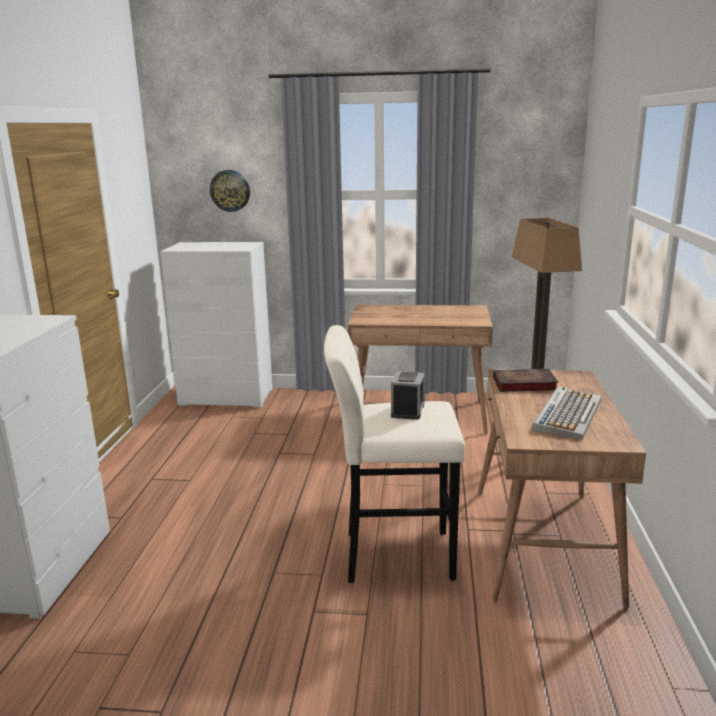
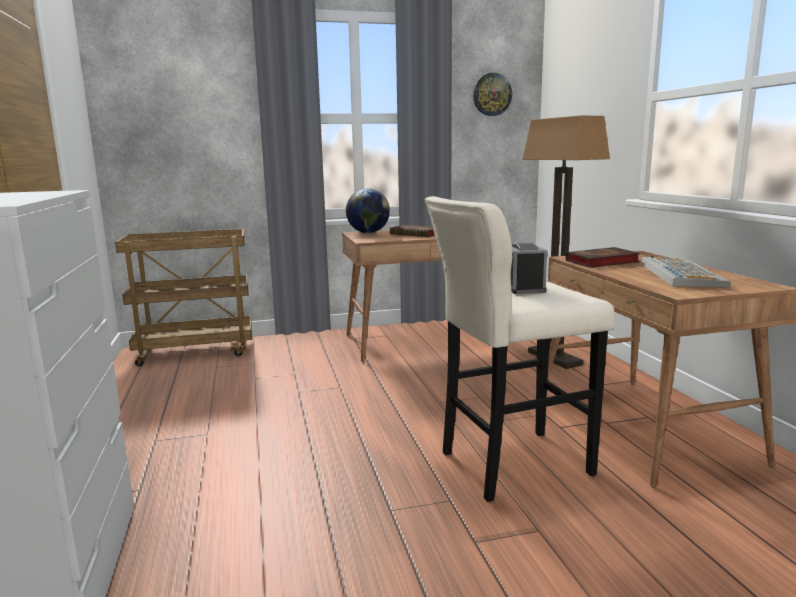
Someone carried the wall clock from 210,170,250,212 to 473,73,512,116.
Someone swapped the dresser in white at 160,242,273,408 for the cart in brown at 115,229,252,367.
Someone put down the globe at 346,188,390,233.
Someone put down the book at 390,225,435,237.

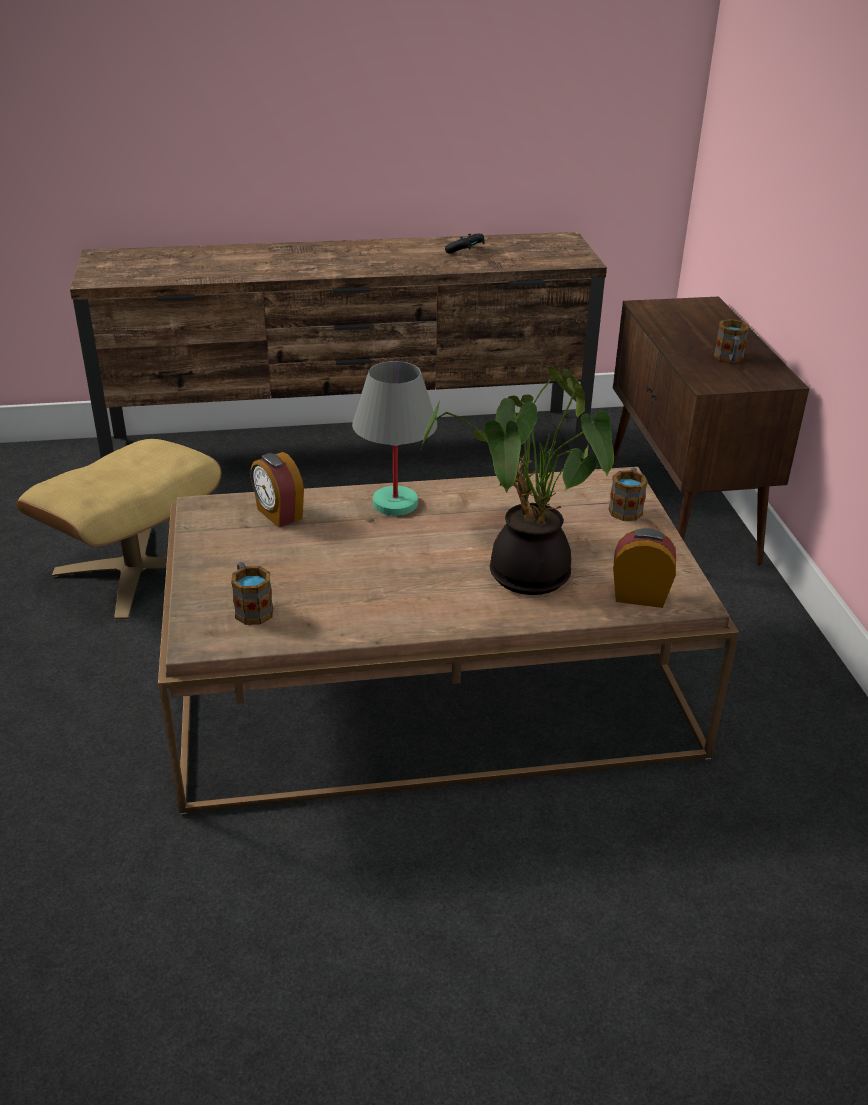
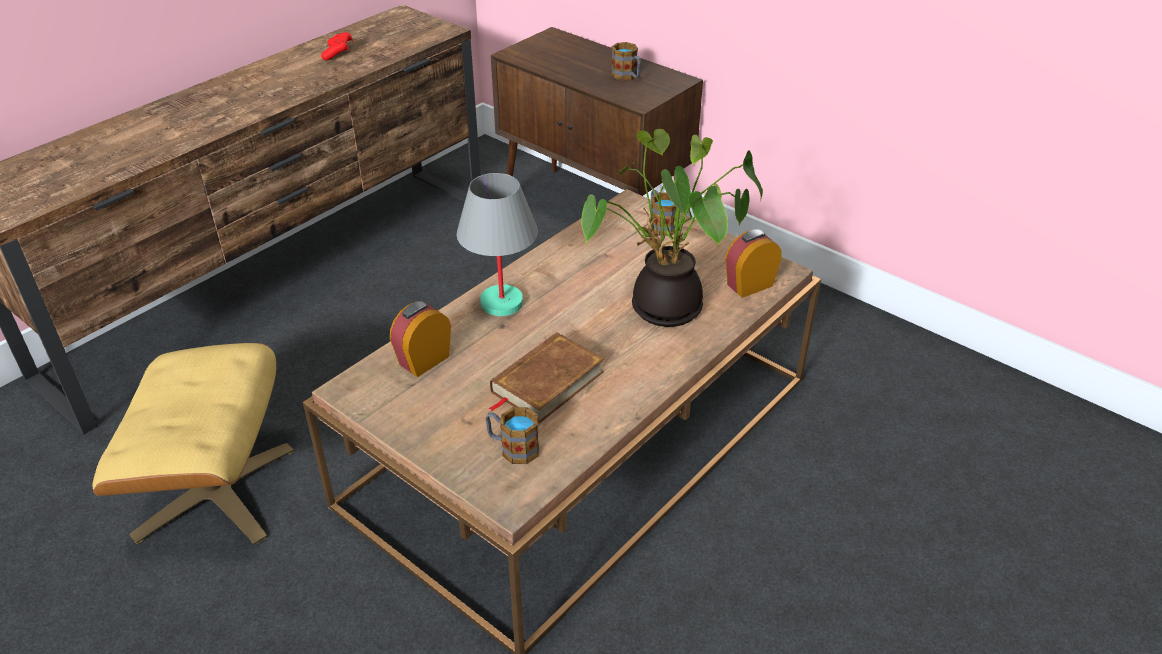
Someone repainted the game controller in black at 445,234,484,254, which became the game controller in red at 321,32,353,60.
Someone rotated the alarm clock at 251,452,304,528 by 120 degrees clockwise.
Someone put down the book in brown at 488,332,604,423.

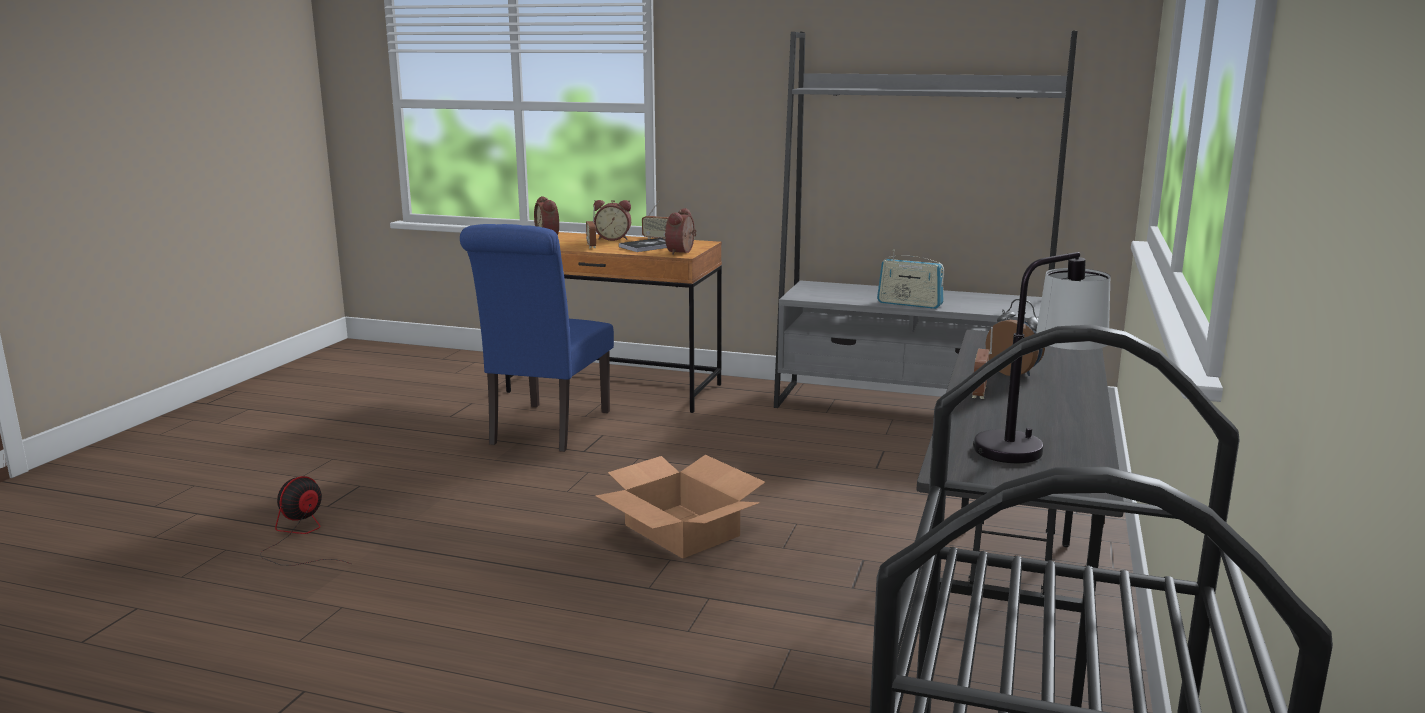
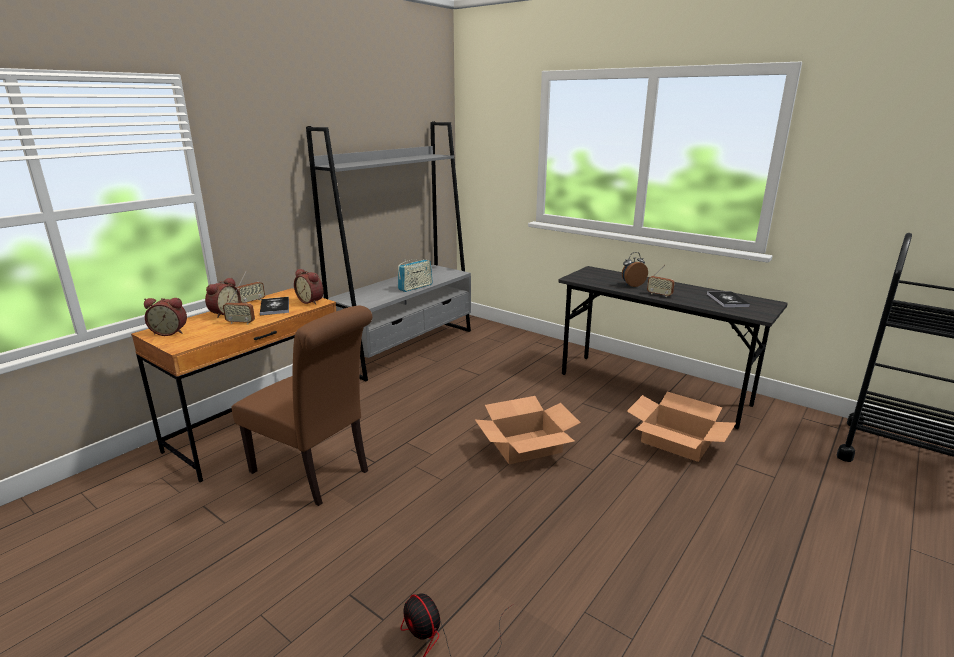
Someone repainted the chair in blue at 460,224,614,452, which became the chair in brown at 232,306,372,506.
Someone swapped the table lamp at 973,252,1110,463 for the book at 707,291,750,307.
Someone put down the cardboard box at 627,392,736,462.

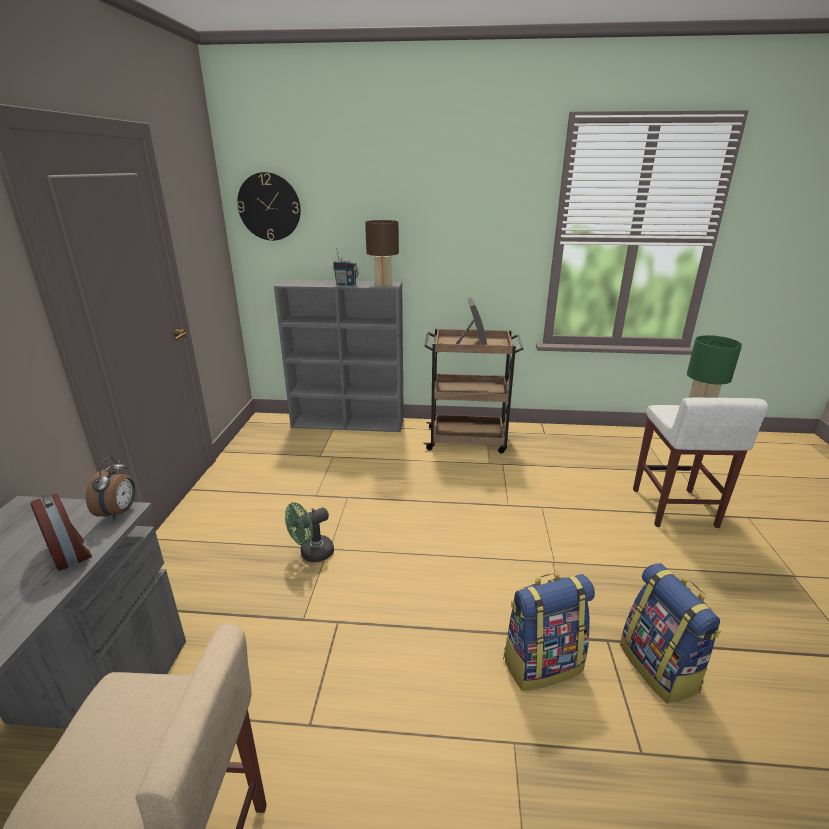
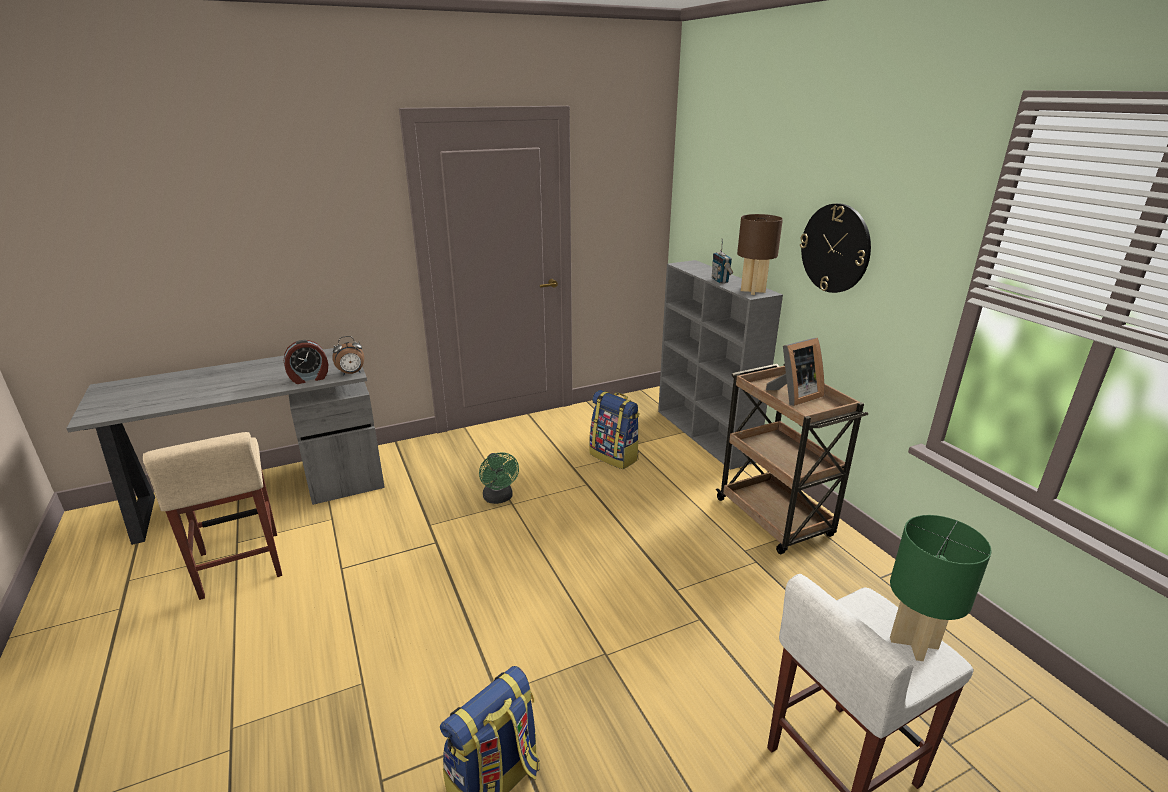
Someone carried the wall clock from 237,172,301,241 to 800,203,871,293.
Someone rotated the alarm clock at 31,494,92,571 by 45 degrees clockwise.
Someone rotated the fan in green at 285,502,334,562 by 135 degrees counterclockwise.
Someone carried the backpack from 503,573,595,691 to 589,390,640,469.

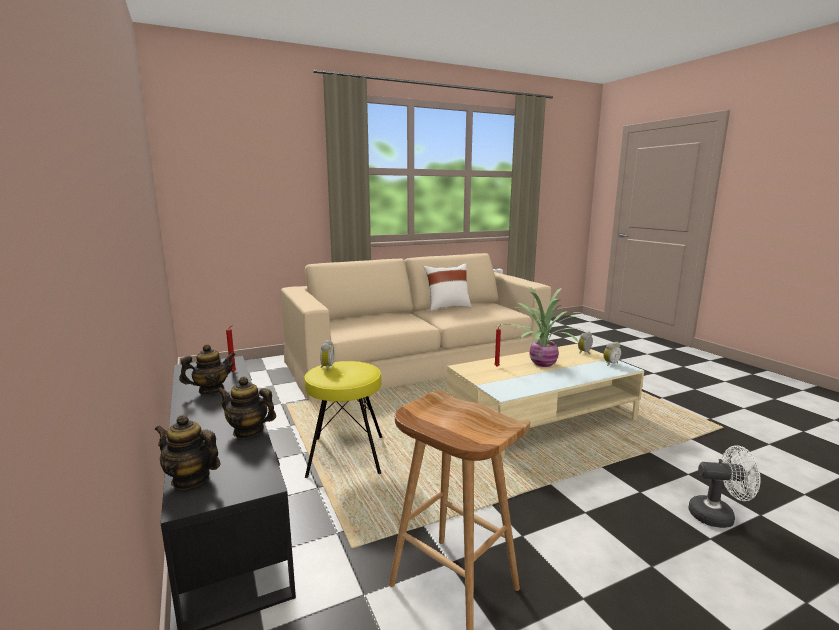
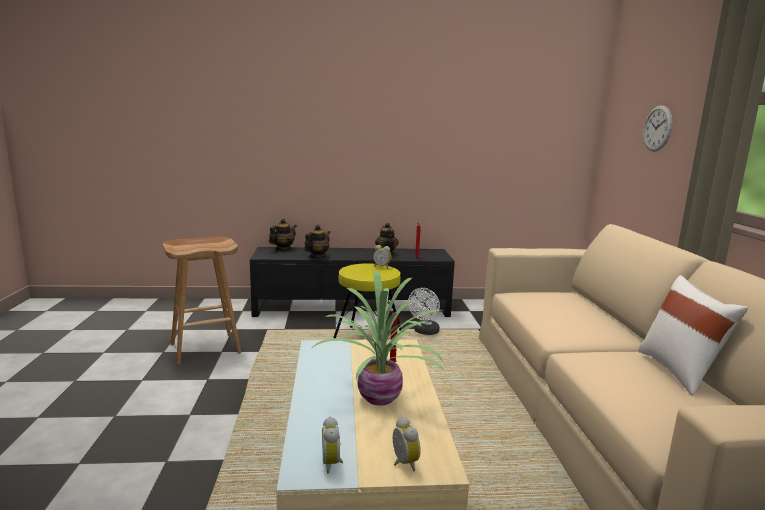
Someone carried the fan in white from 688,445,760,528 to 408,288,440,335.
Someone put up the wall clock at 643,105,673,152.

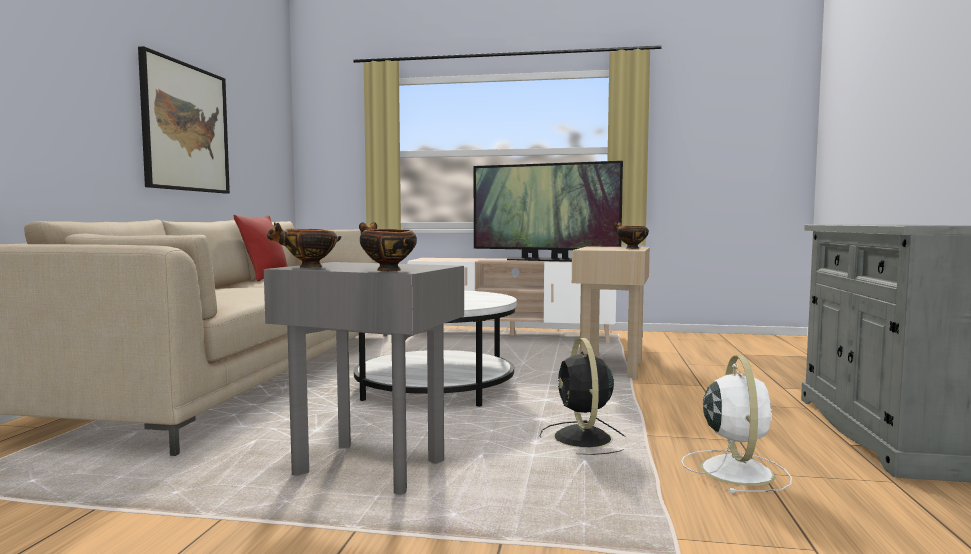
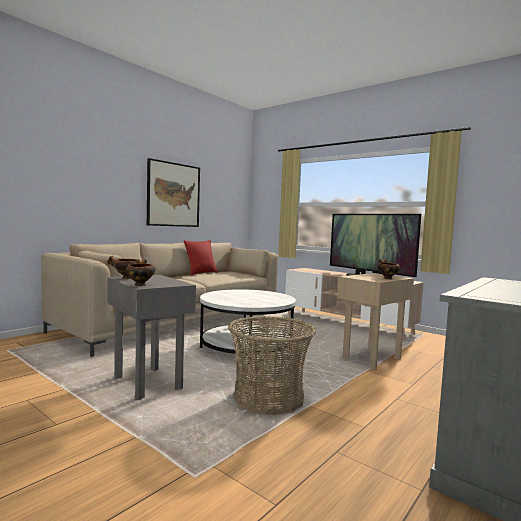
Someone swapped the fan in black at 540,338,626,455 for the basket at 228,316,316,415.
Someone took away the fan in white at 681,356,792,493.

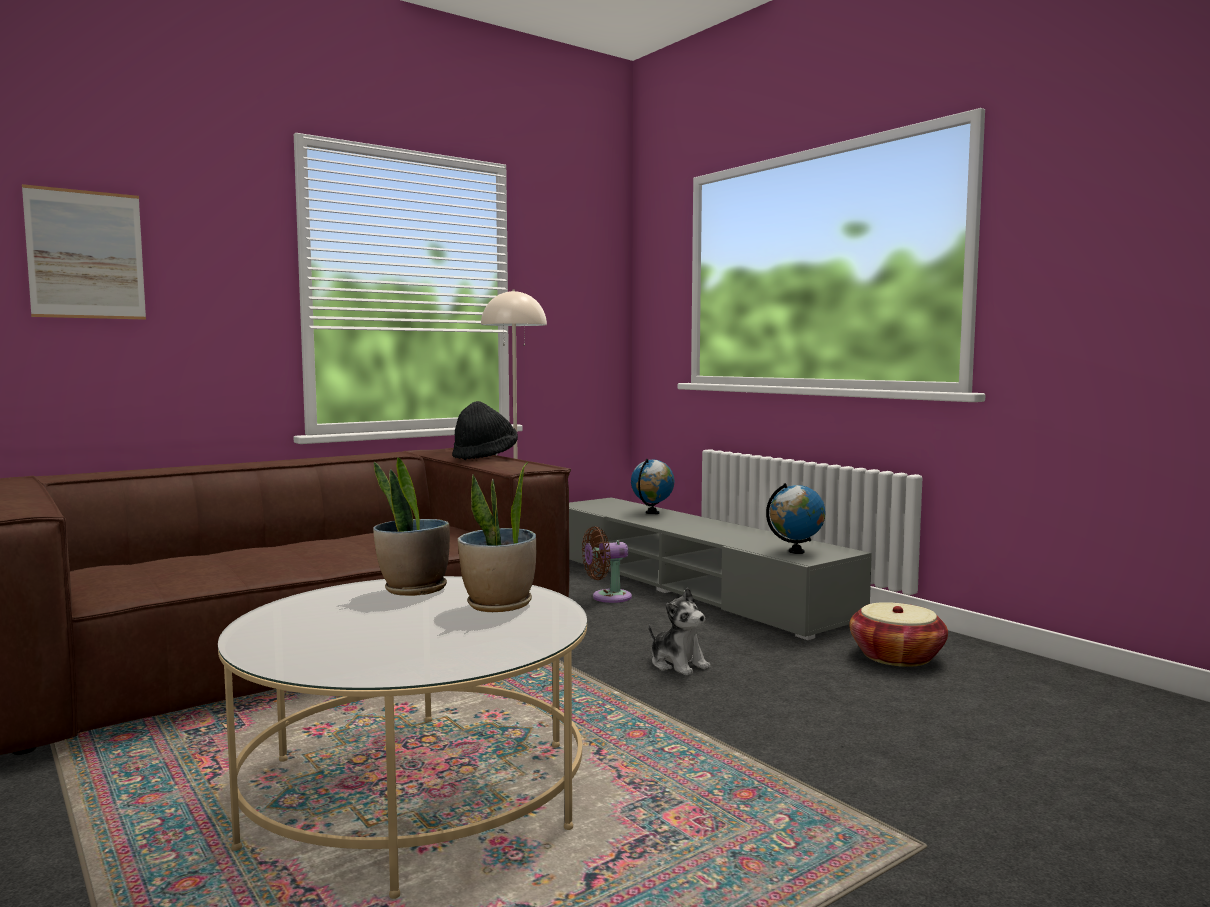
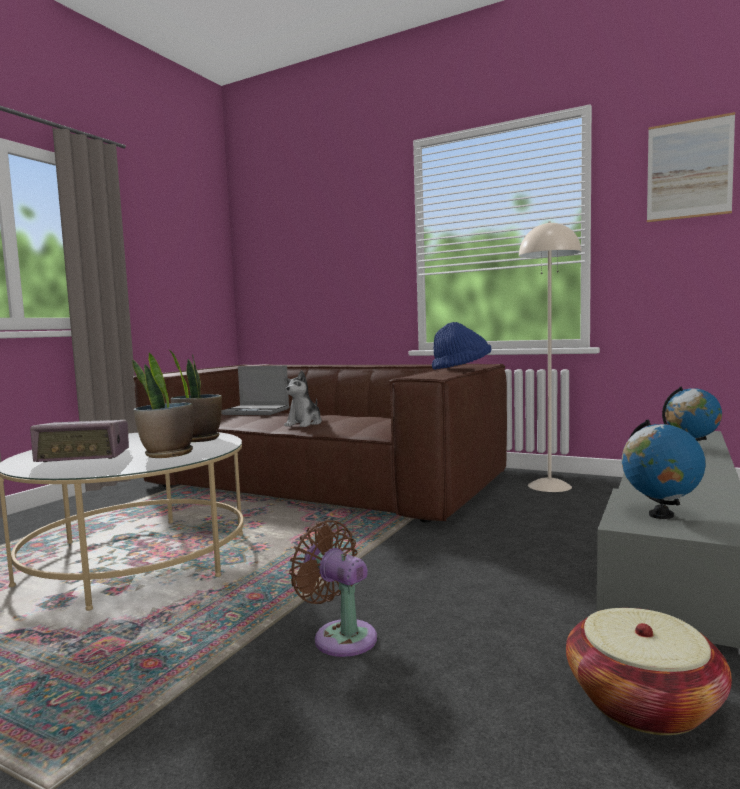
Someone carried the picture from 22,184,146,320 to 647,112,735,222.
Someone repainted the hat in black at 452,401,518,460, which became the hat in blue at 432,322,491,370.
Someone carried the fan in brown from 582,527,632,603 to 289,520,377,657.
Someone carried the plush toy from 649,588,710,676 to 284,370,322,427.
Someone put down the laptop at 221,365,289,415.
Someone put down the radio at 30,420,129,462.

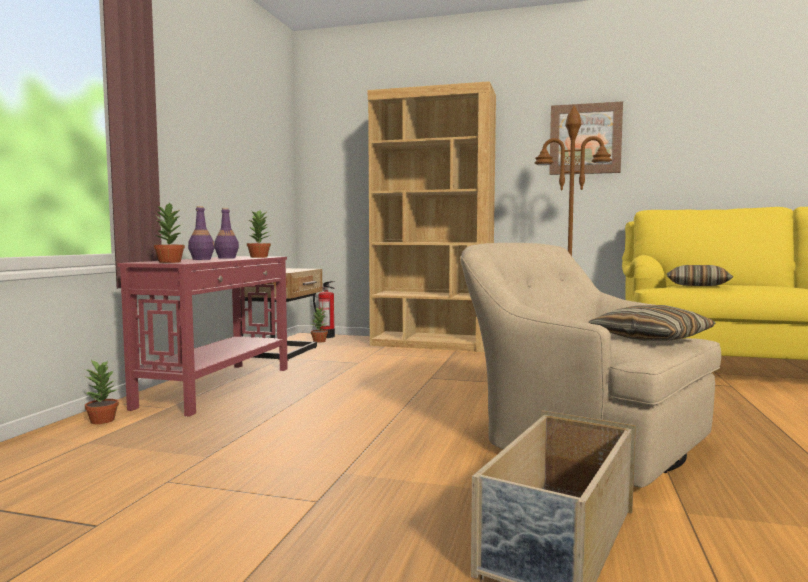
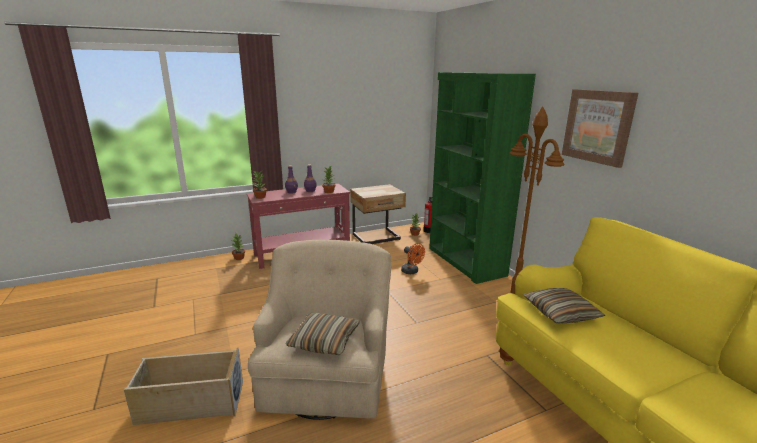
Someone repainted the bookcase in brown at 368,81,496,352, which became the bookcase in green at 429,72,536,284.
Someone put down the fan in orange at 401,243,425,274.

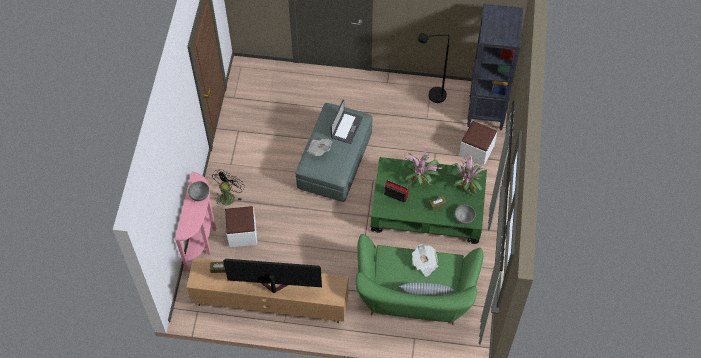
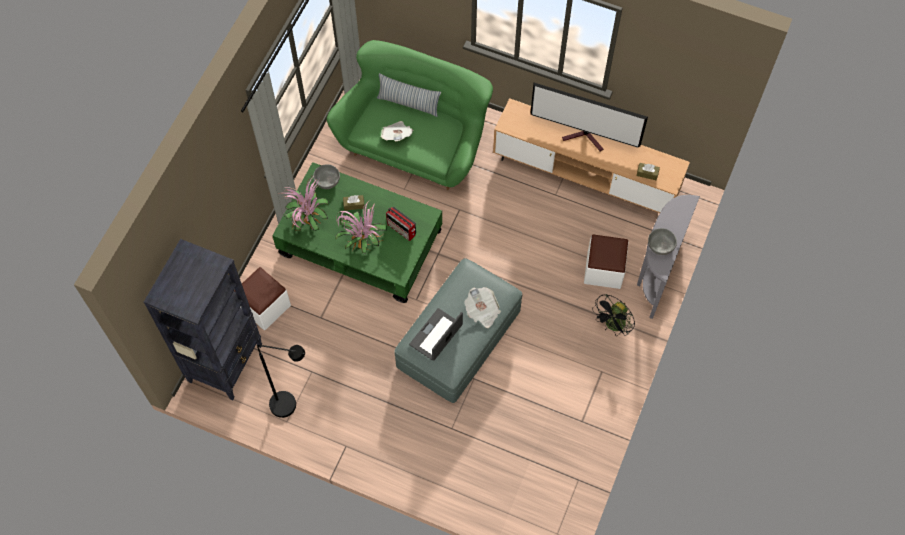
Someone repainted the console table in pink at 175,171,216,271, which became the console table in grey at 637,195,700,319.

